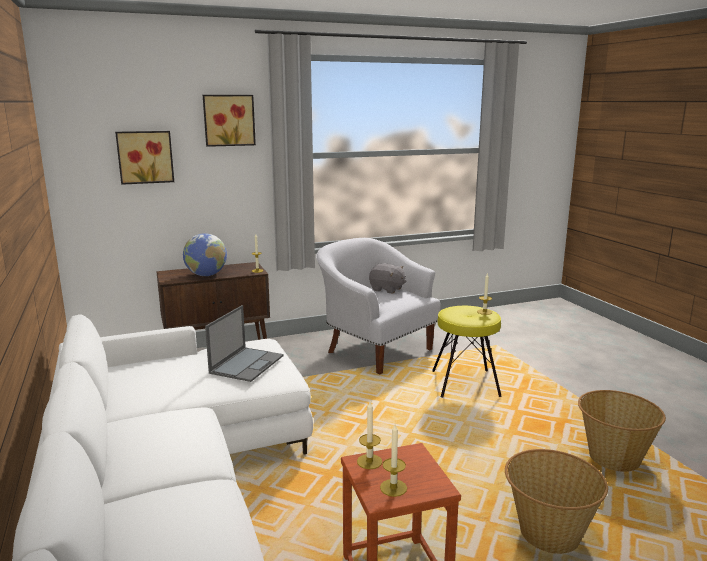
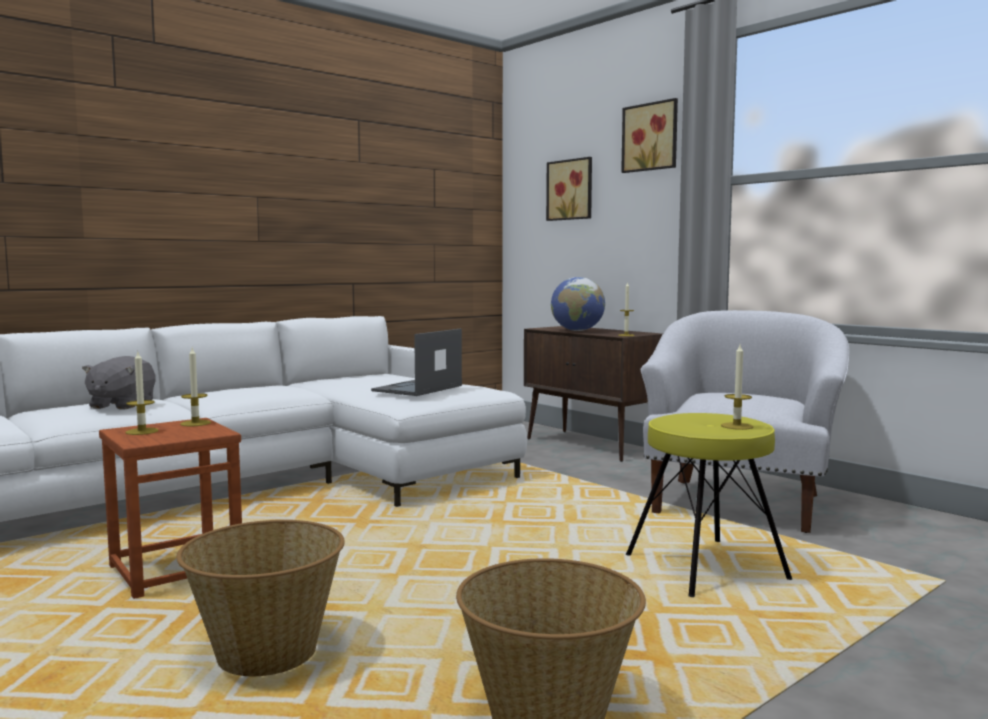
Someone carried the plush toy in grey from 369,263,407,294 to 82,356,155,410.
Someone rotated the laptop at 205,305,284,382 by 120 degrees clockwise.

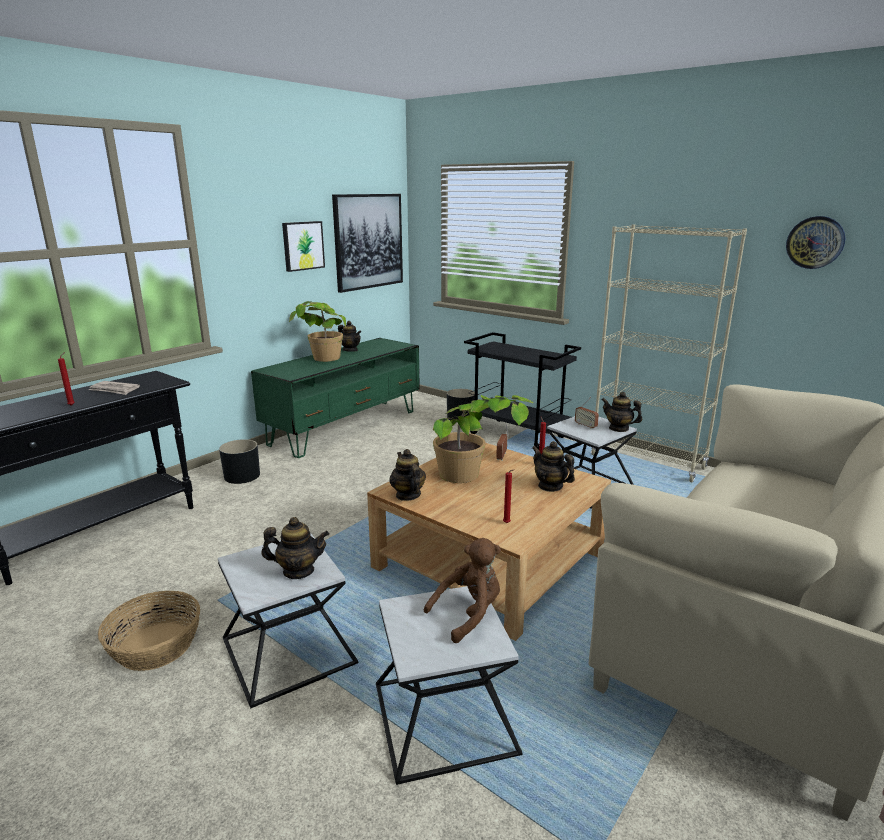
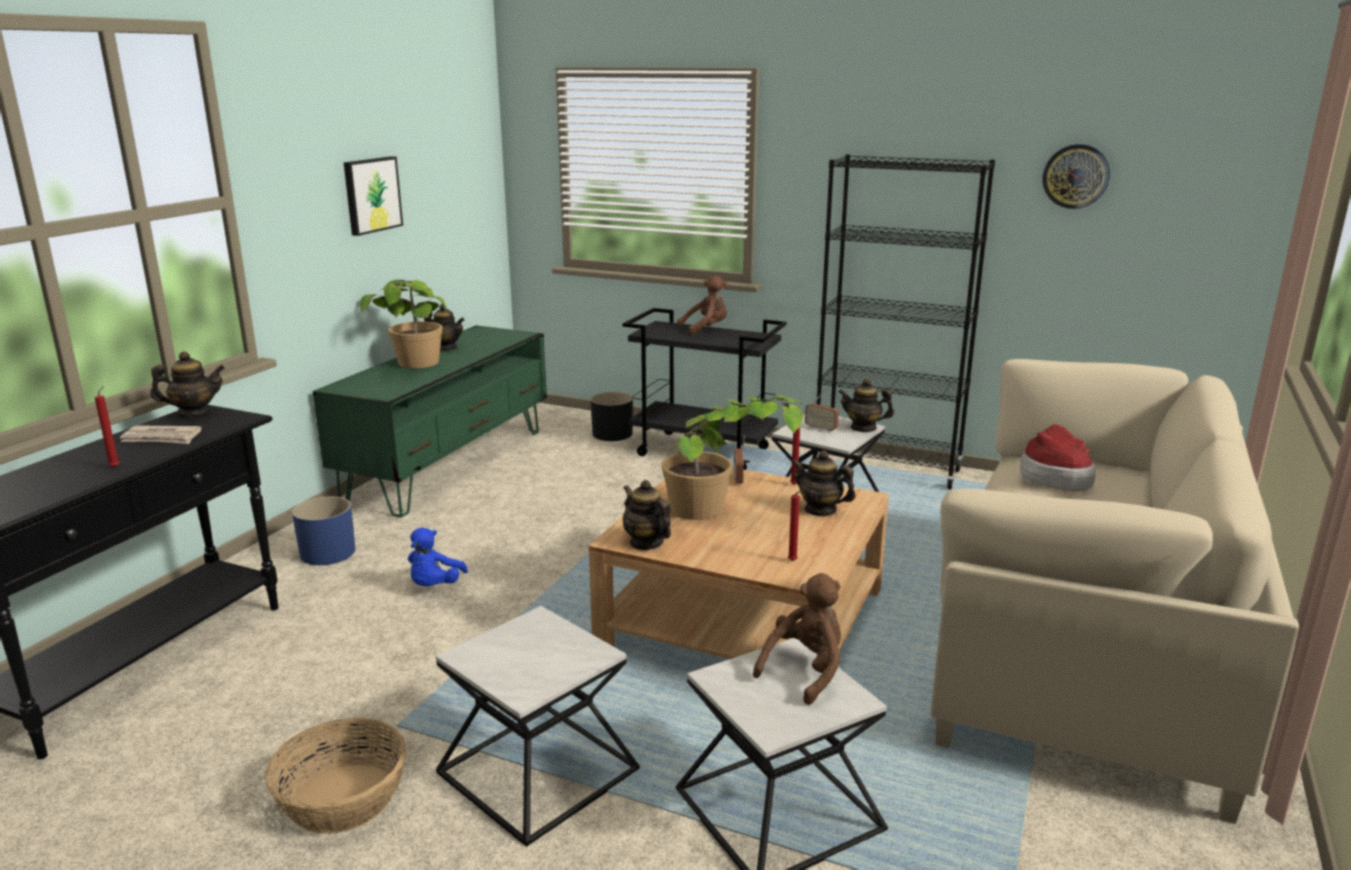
Someone took away the picture at 332,194,403,293.
Someone repainted the bookcase in beige at 590,224,747,482, which became the bookcase in black at 812,154,995,490.
Someone repainted the planter in black at 219,439,260,484, which became the planter in blue at 292,496,355,565.
Someone carried the teapot from 261,517,329,579 to 150,351,225,417.
Someone put down the plush toy in brown at 677,276,728,336.
Someone put down the hat at 1020,424,1096,491.
Someone put down the plush toy in blue at 408,527,468,586.

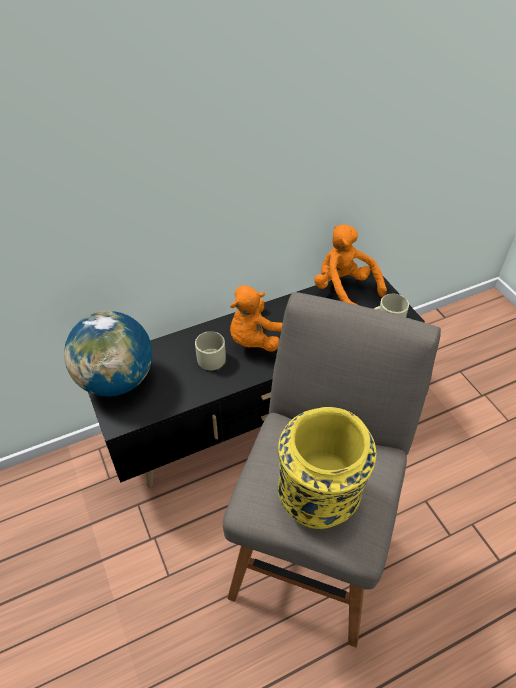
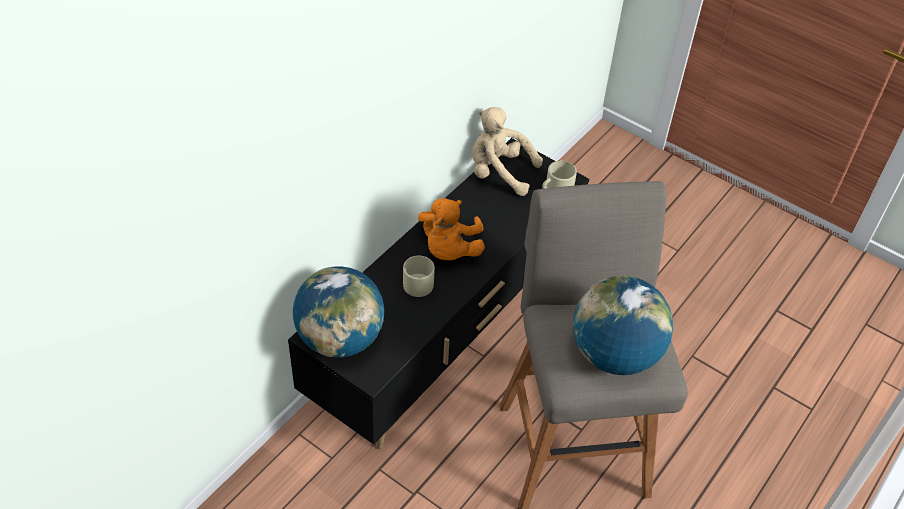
Someone repainted the plush toy in orange at 314,225,387,305, which became the plush toy in beige at 472,107,543,196.
Someone swapped the vase in yellow at 278,407,376,529 for the globe at 573,276,673,375.

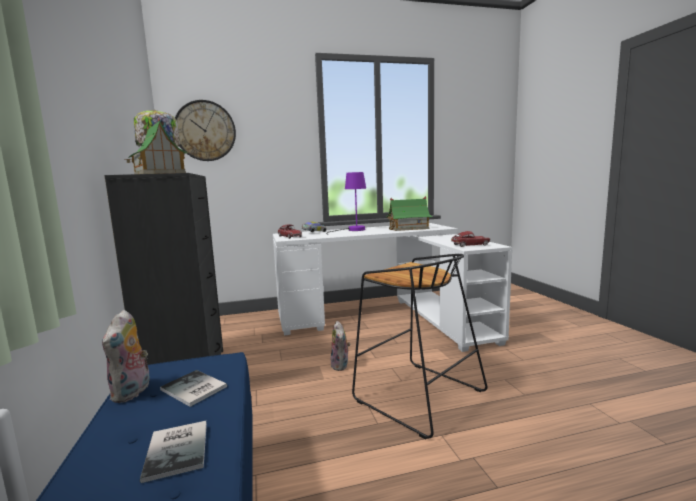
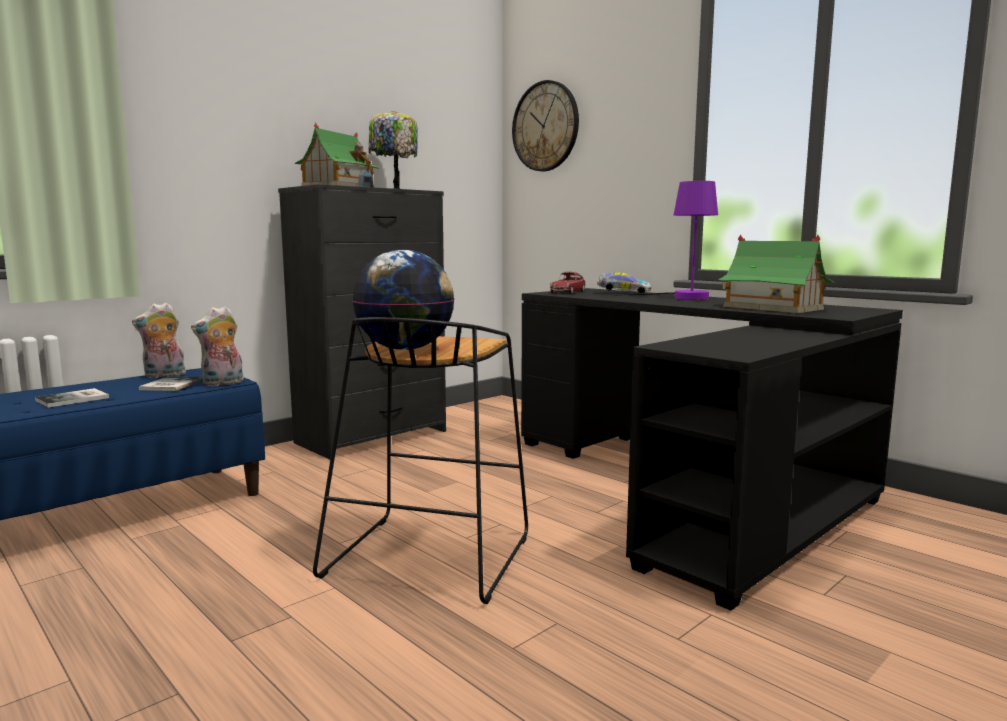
Someone repainted the desk in white at 273,223,512,352, which became the desk in black at 521,288,903,611.
Someone took away the toy car at 451,231,490,247.
Someone carried the plush toy from 330,321,350,371 to 191,306,244,387.
Someone put down the globe at 352,249,454,350.

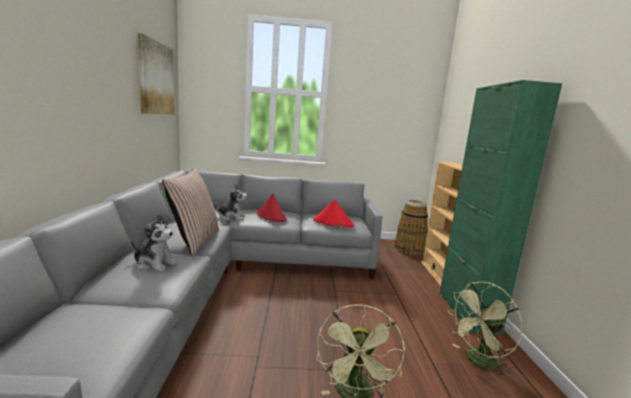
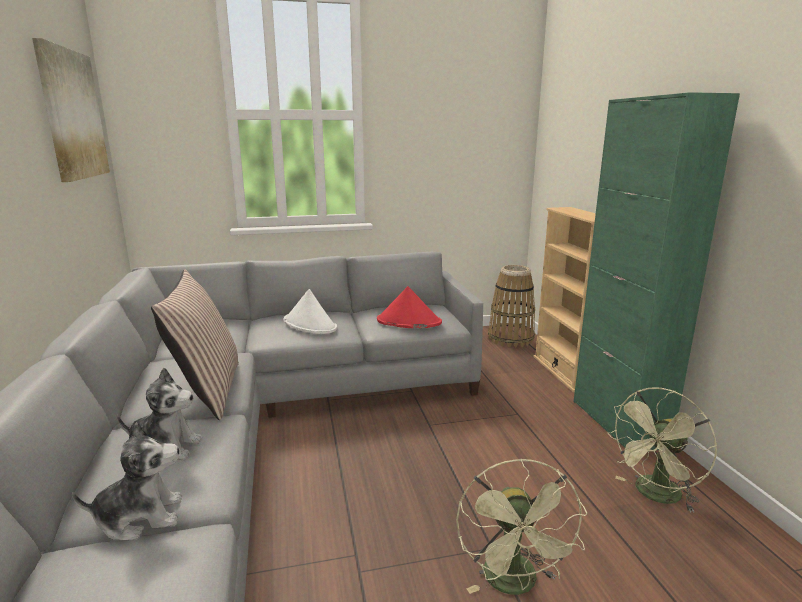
Someone carried the plush toy from 214,184,247,221 to 72,422,182,540.
Someone repainted the hat in red at 256,194,287,222, which became the hat in white at 284,289,337,334.

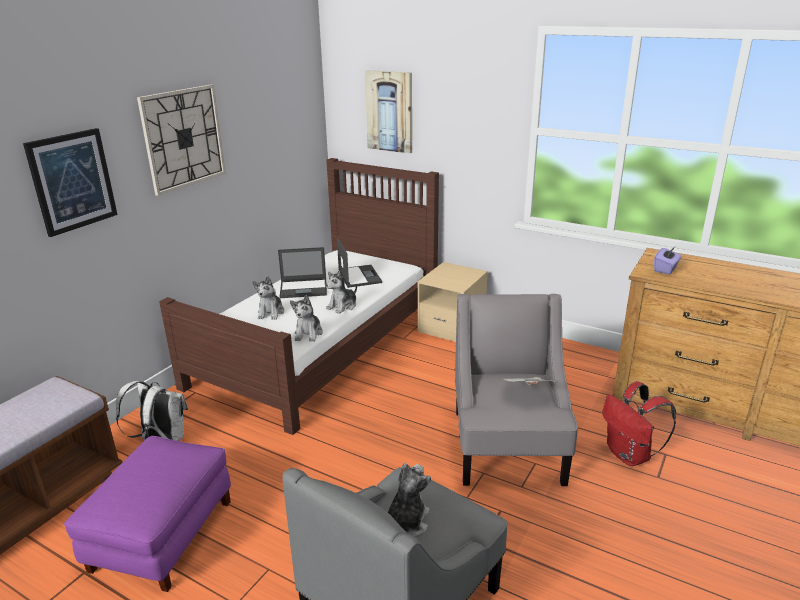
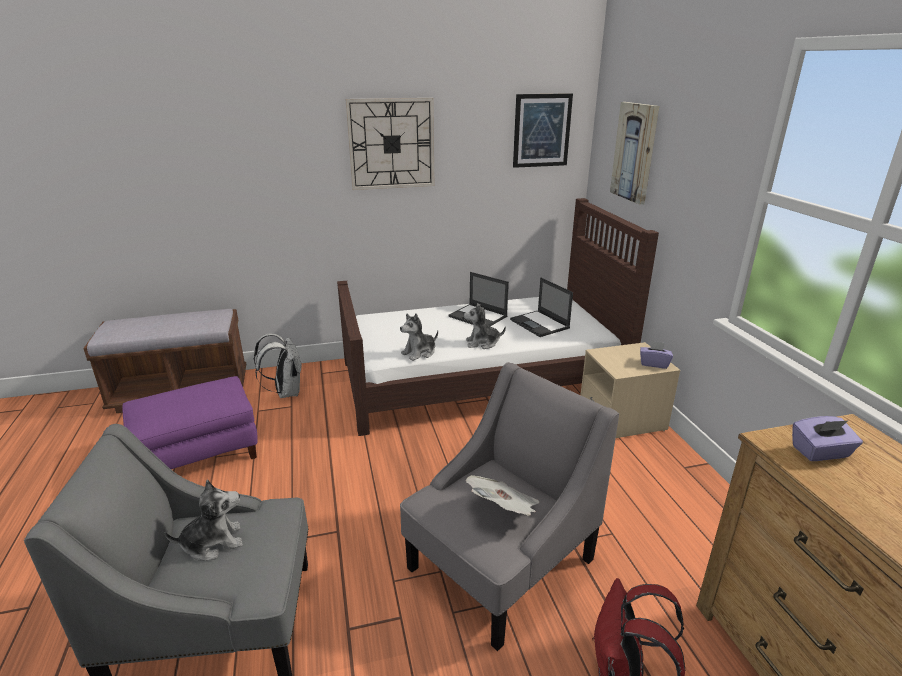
Someone carried the picture from 23,128,118,237 to 513,93,573,168.
Someone rotated the laptop at 337,238,382,288 by 120 degrees clockwise.
Someone took away the plush toy at 252,276,284,320.
Someone put down the tissue box in purple at 640,341,673,369.

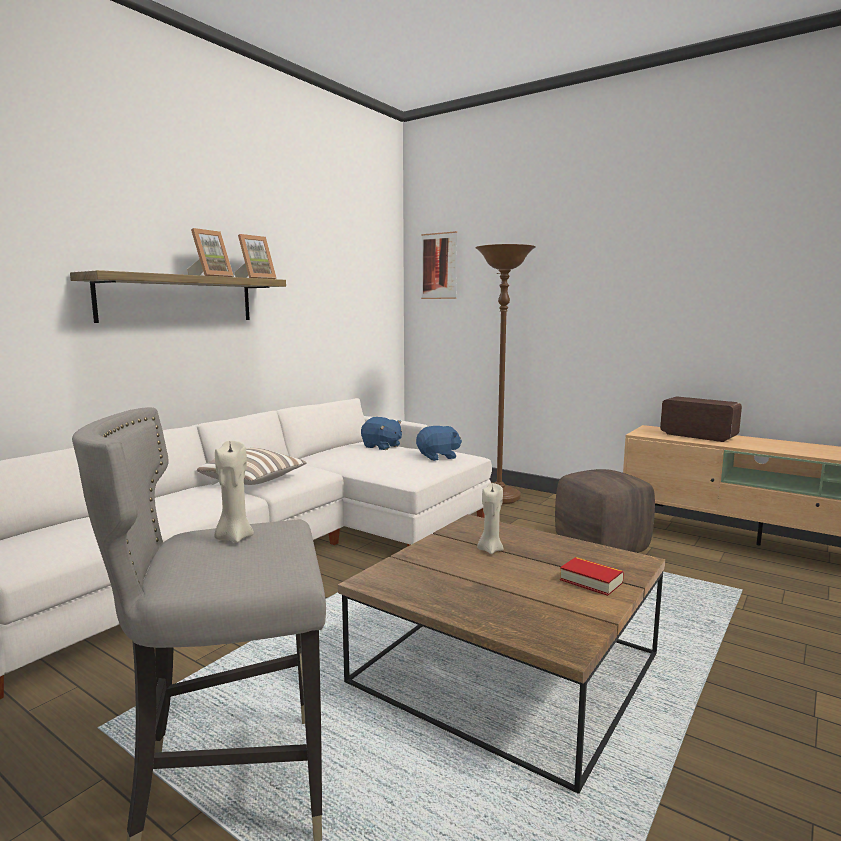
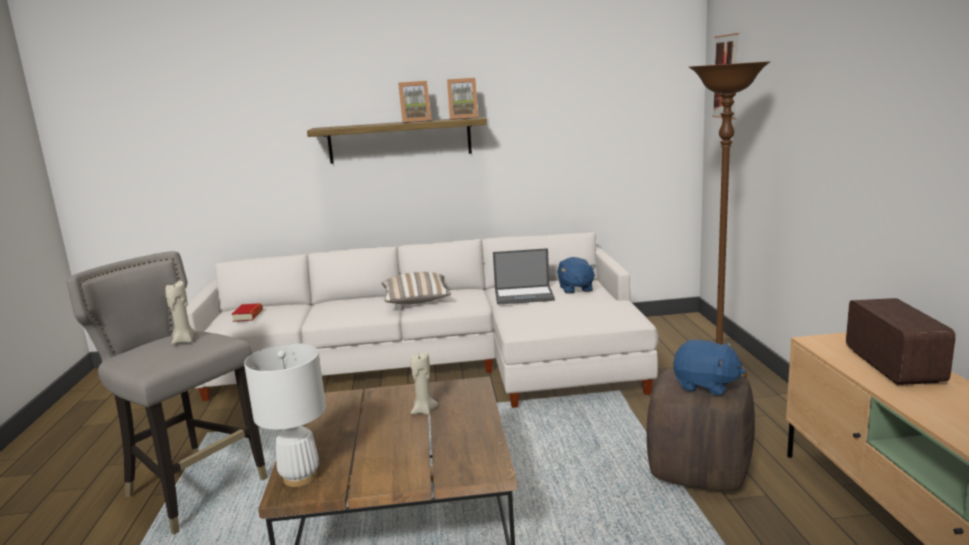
Someone carried the plush toy in blue from 416,426,462,461 to 673,340,745,396.
Someone carried the book from 560,557,624,596 to 232,303,263,322.
Someone put down the laptop at 493,248,555,305.
Someone put down the table lamp in white at 244,343,326,487.

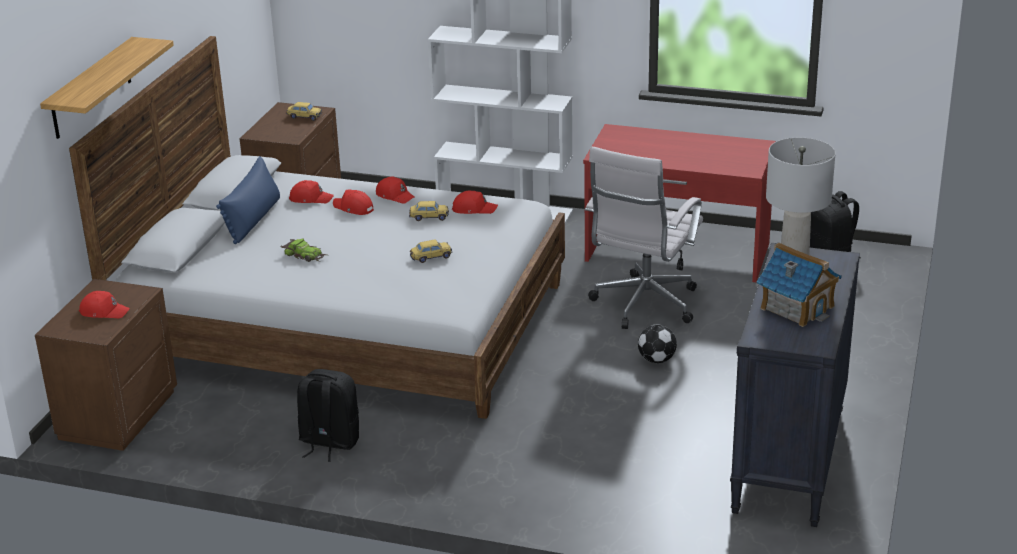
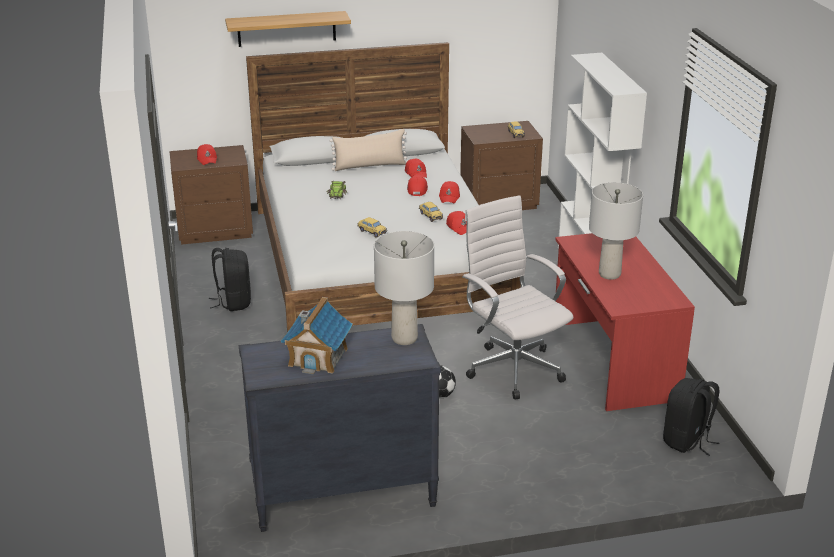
Someone rotated the office chair in white at 585,146,703,329 by 60 degrees clockwise.
Someone repainted the pillow in blue at 216,156,280,244, which became the pillow in beige at 330,129,407,171.
Someone put down the table lamp in grey at 589,182,643,280.

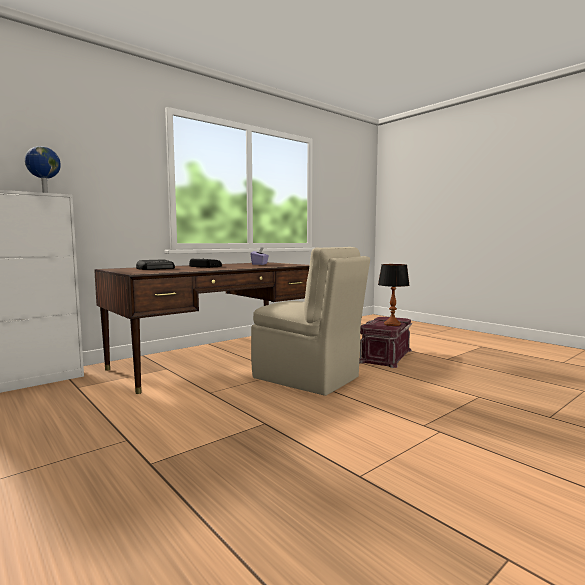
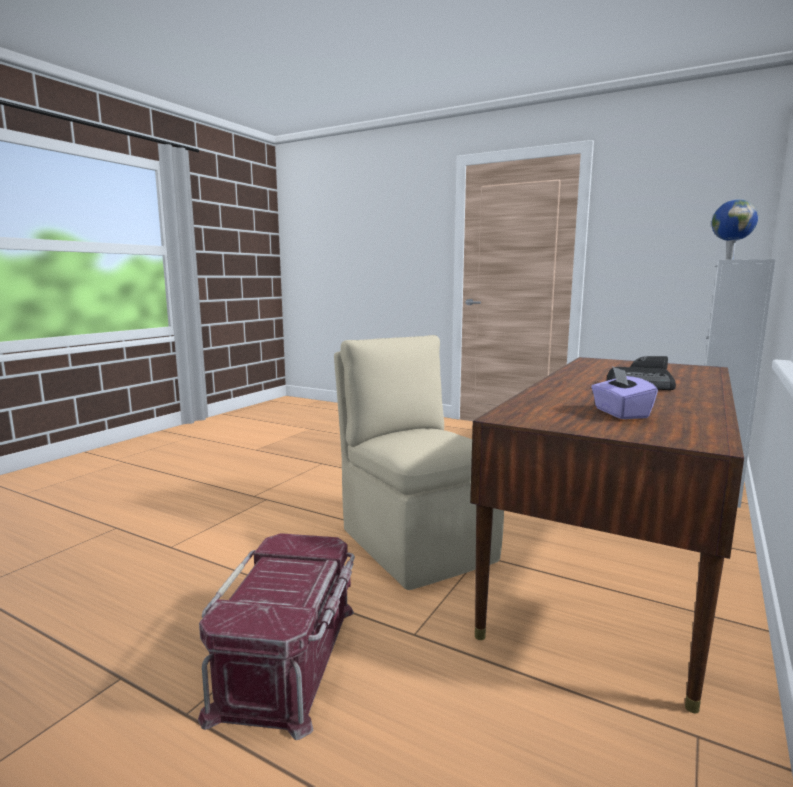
Someone rotated the chair in beige at 251,247,370,396 by 45 degrees clockwise.
Someone took away the table lamp at 378,264,410,326.

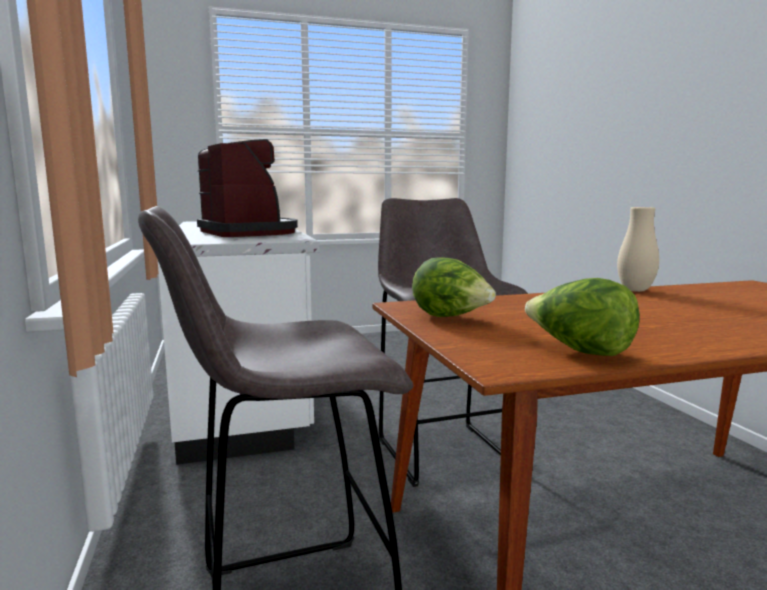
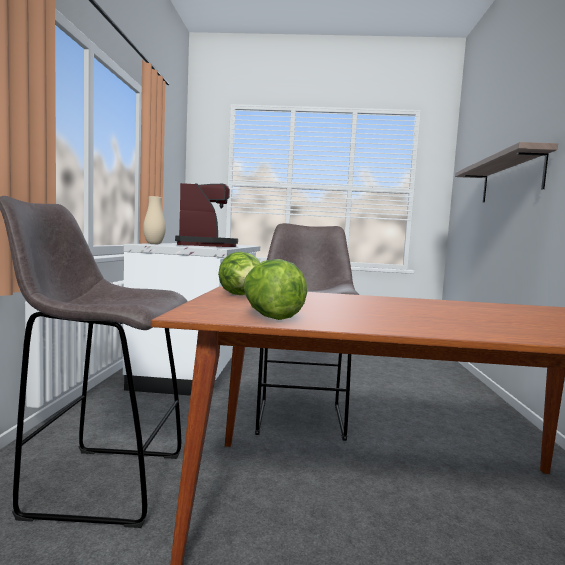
Someone carried the vase in beige from 617,207,659,292 to 143,196,166,244.
Someone put up the shelf at 455,142,558,203.

